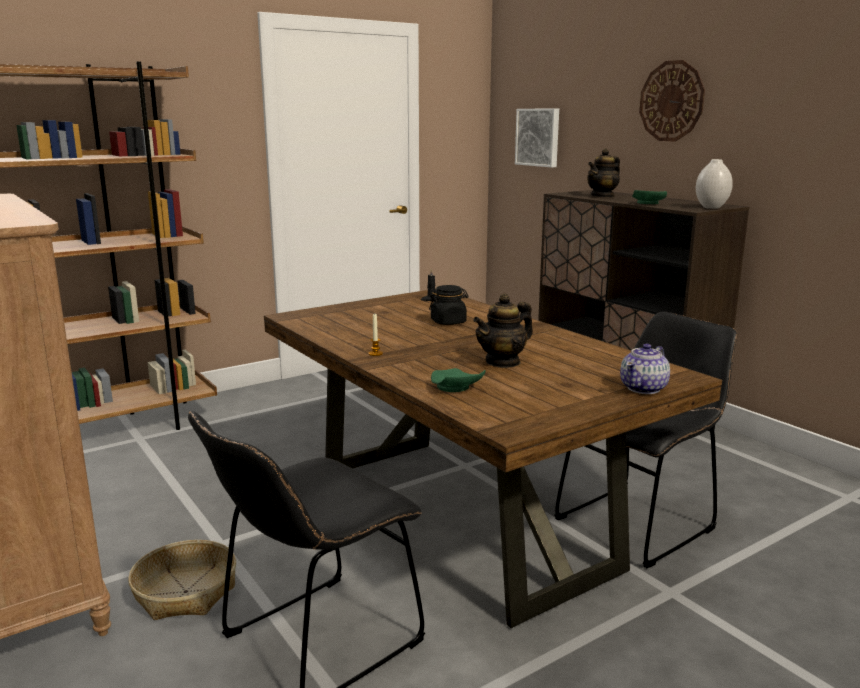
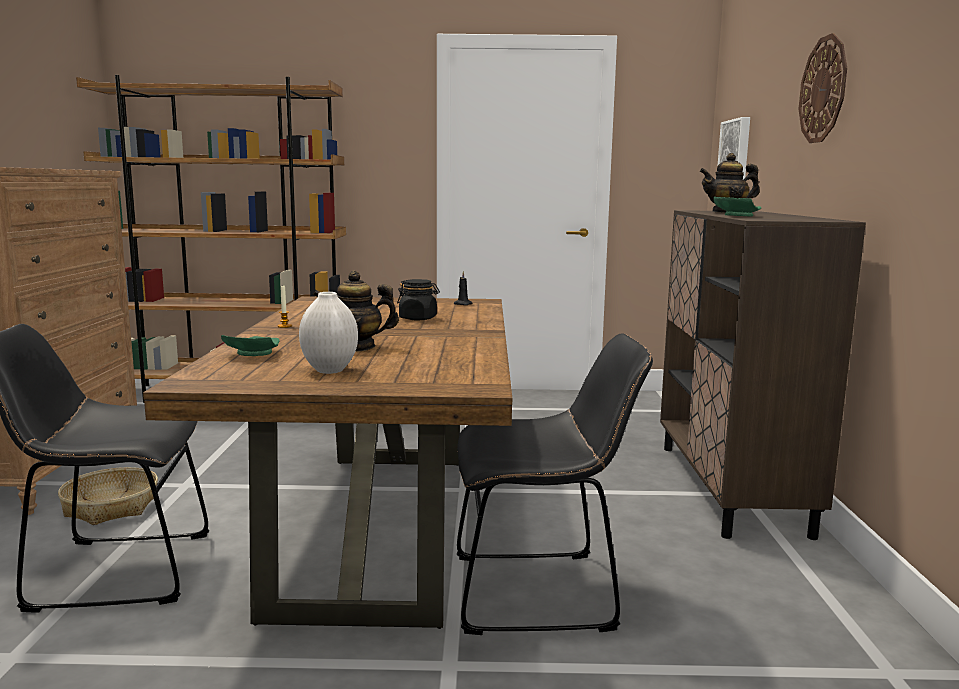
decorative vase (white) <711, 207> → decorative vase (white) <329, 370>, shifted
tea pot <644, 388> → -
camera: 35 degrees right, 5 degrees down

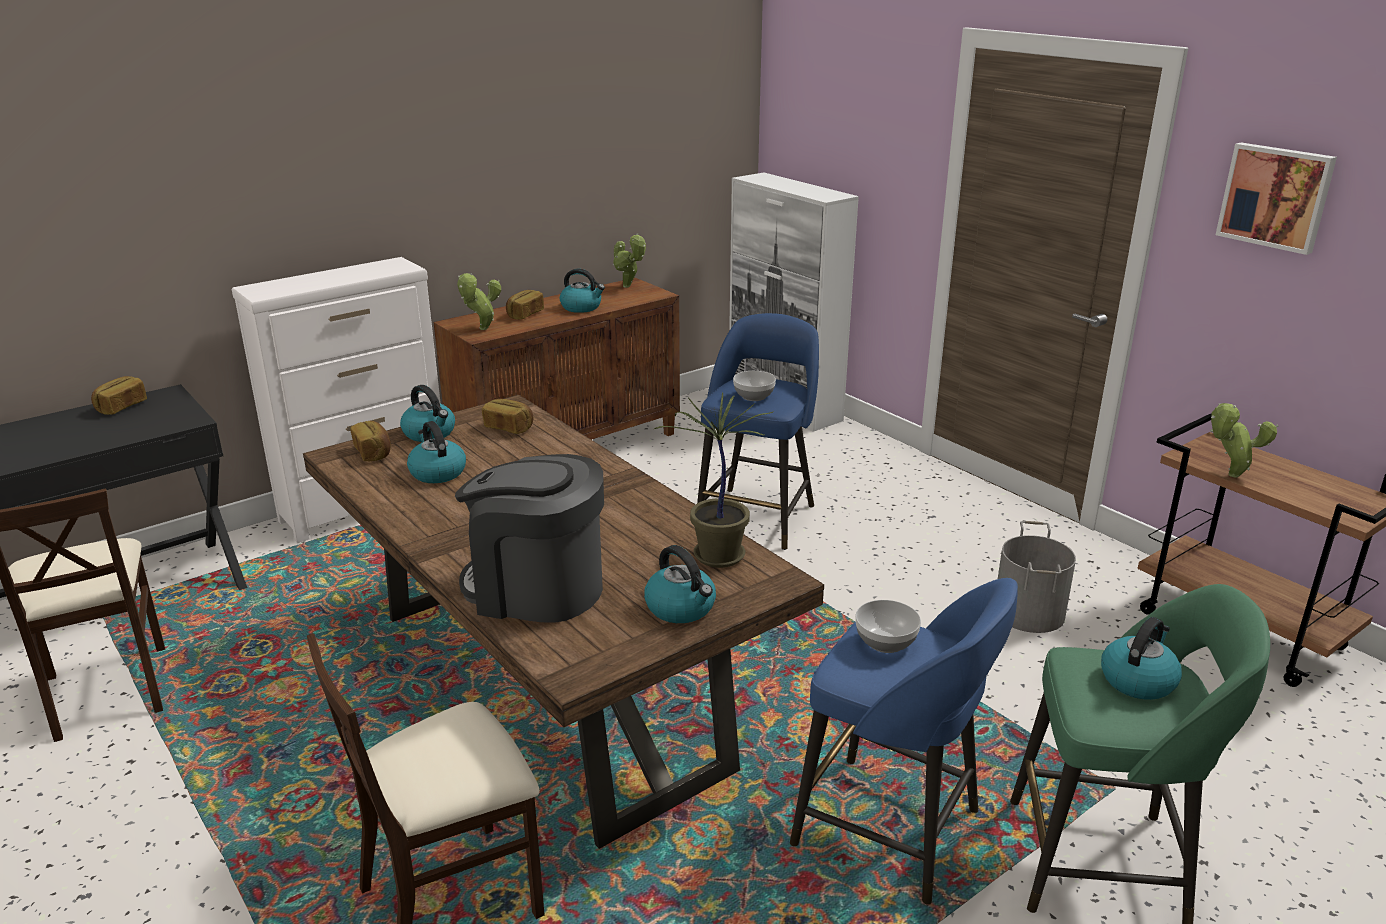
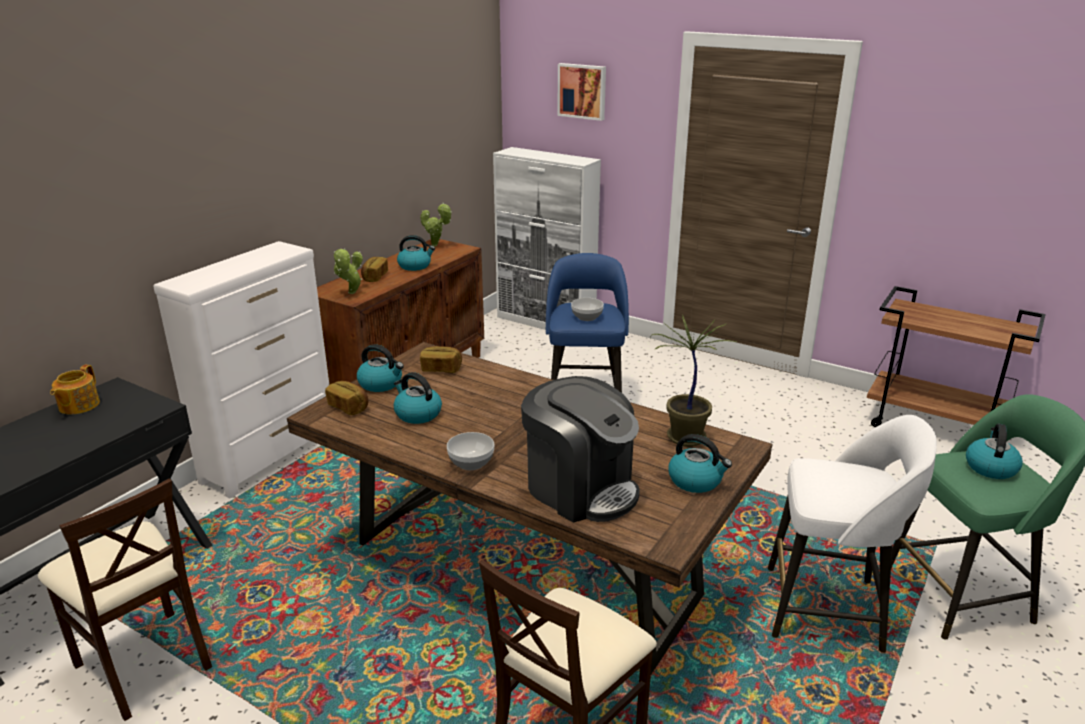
bakery bread <121, 407> → tea pot <78, 406>
bowl <886, 642> → bowl <472, 463>, shifted
coffee machine <536, 589> → coffee machine <580, 489>, 135 degrees counterclockwise
wall art <1276, 197> → wall art <582, 91>, shifted
stool (bluish) <892, 830> → stool (white) <828, 609>
pail (gray) <1030, 612> → -
houseplant <1229, 475> → -
camera: 20 degrees left, 0 degrees up

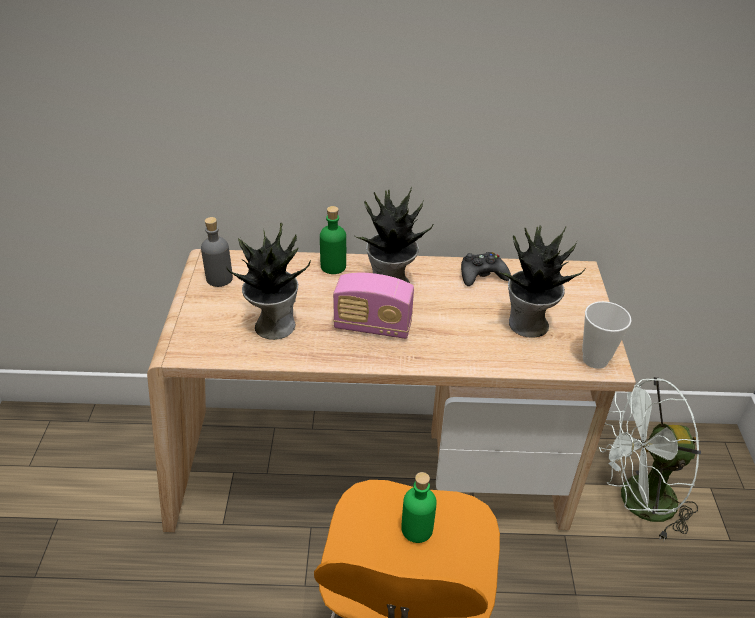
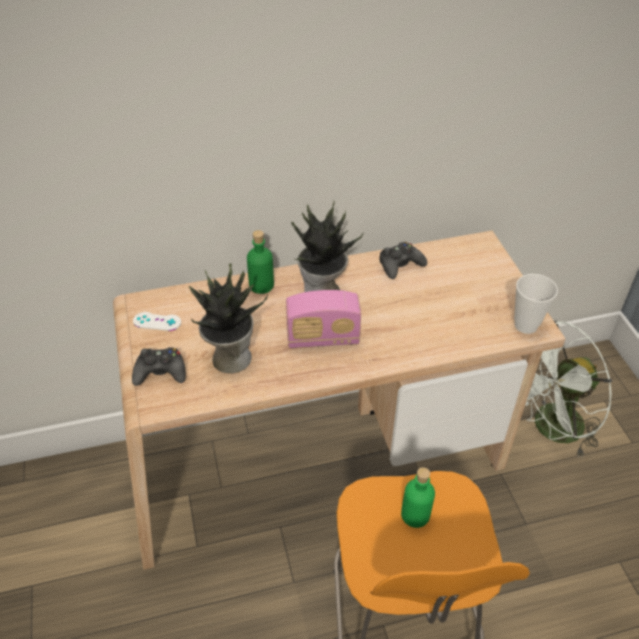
- → gamepad (blackish) <160, 372>
bottle (gray) <219, 278> → gamepad (white) <157, 321>
houseplant <528, 325> → -
camera: 15 degrees left, 5 degrees up

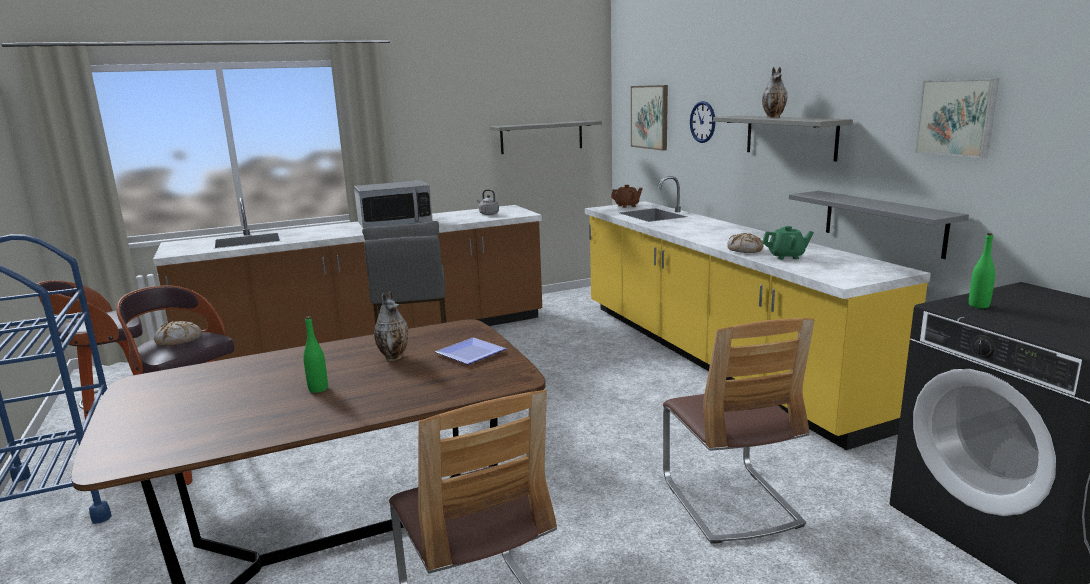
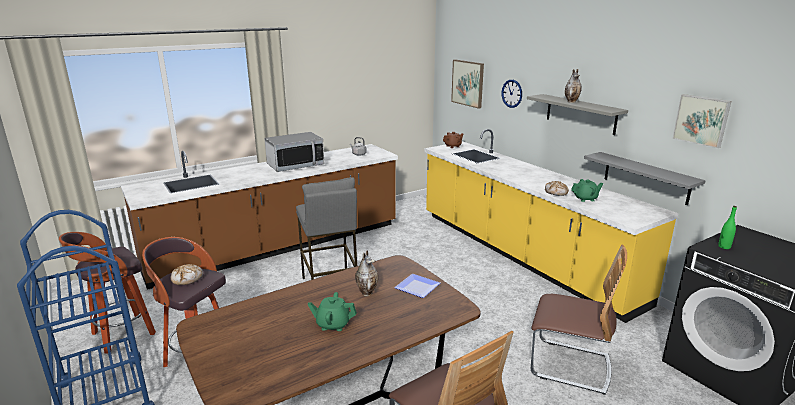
bottle (green) <318, 389> → tea pot (green) <333, 324>
chair <730, 502> → chair <569, 365>, 45 degrees counterclockwise
bracket shelf (gray) <541, 137> → -
camera: 10 degrees left, 5 degrees up

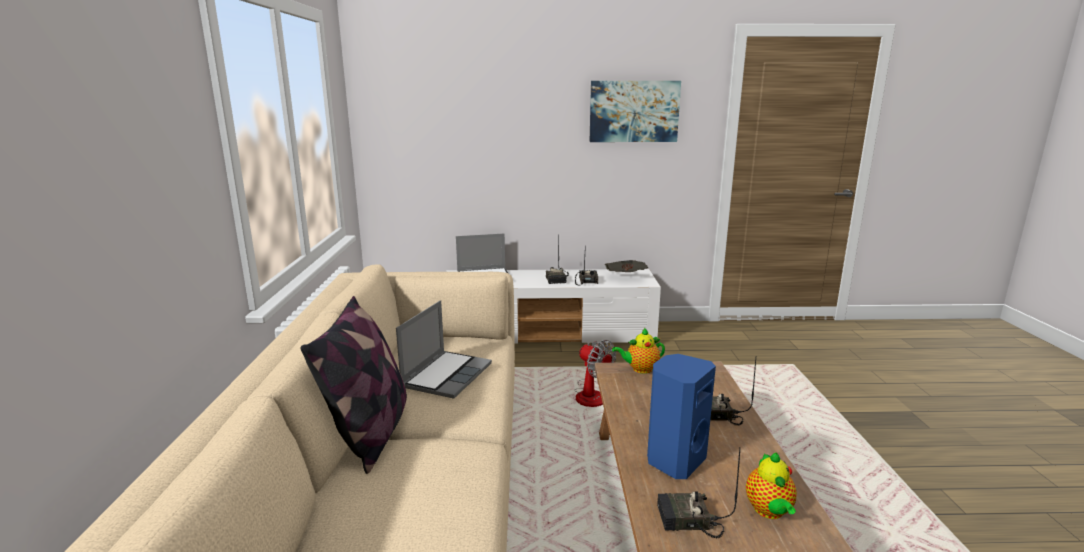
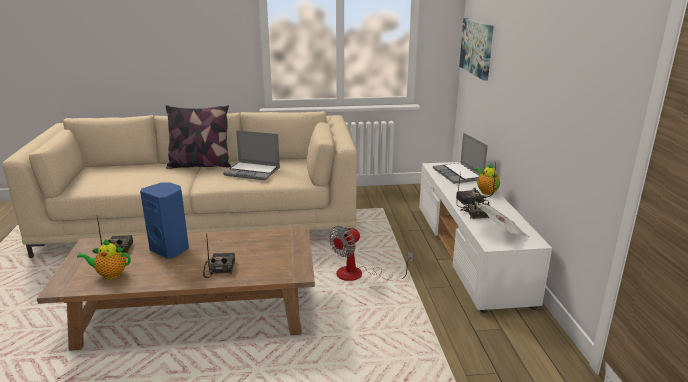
wall art <634, 111> → wall art <477, 47>, shifted
tea pot <640, 369> → tea pot <486, 191>, shifted
camera: 85 degrees right, 5 degrees up

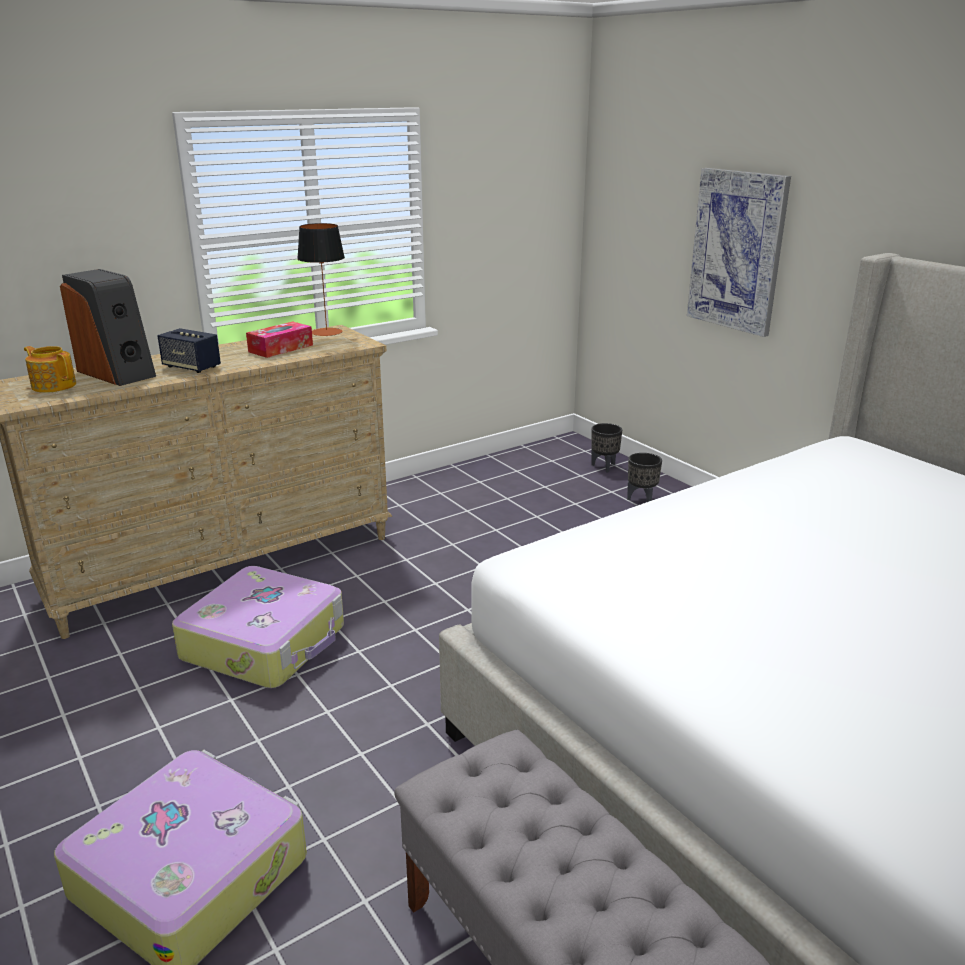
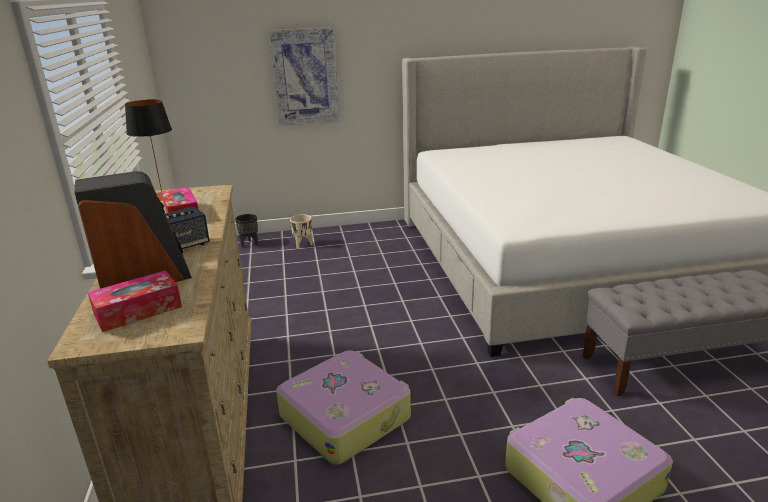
tea pot <54, 385> → box of tissues <138, 311>
flower pot (blackish) <642, 499> → flower pot (beige) <303, 244>
camera: 65 degrees left, 0 degrees up

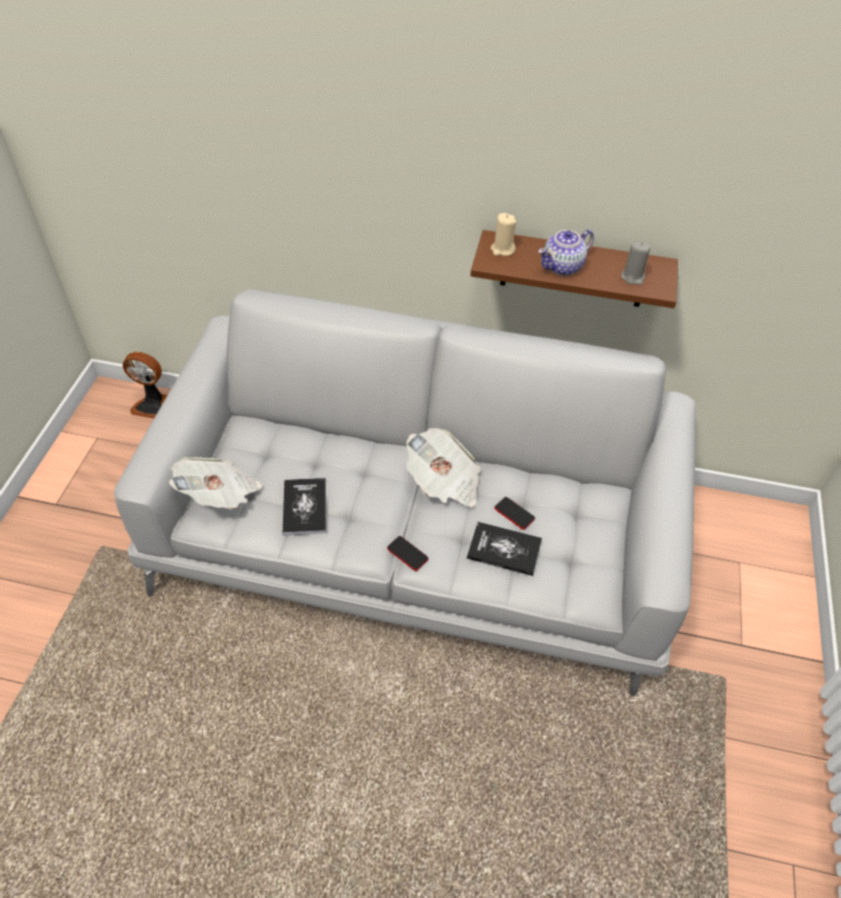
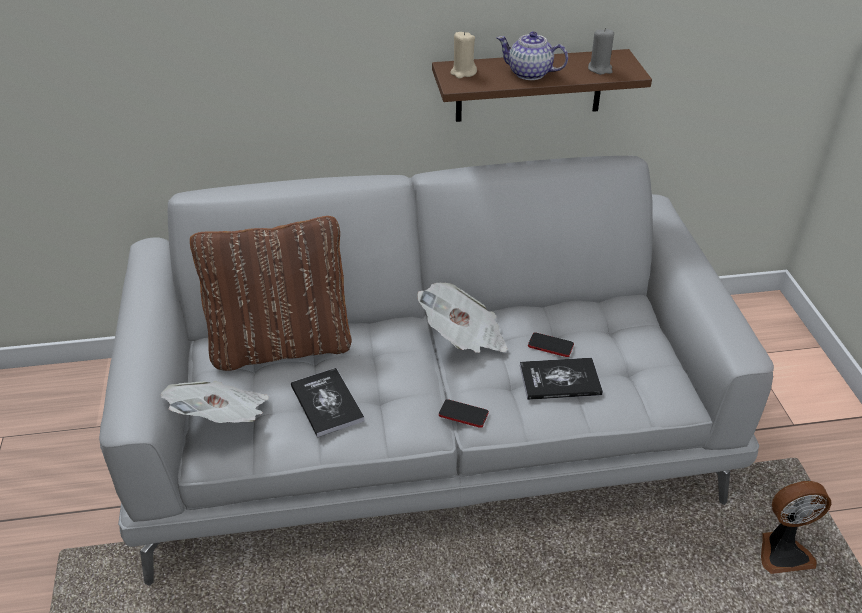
- → pillow (brown-coloured) <281, 344>
tea pot <563, 266> → tea pot <530, 74>, 75 degrees clockwise
electric fan <153, 405> → electric fan <782, 552>, shifted
camera: 20 degrees left, 10 degrees down

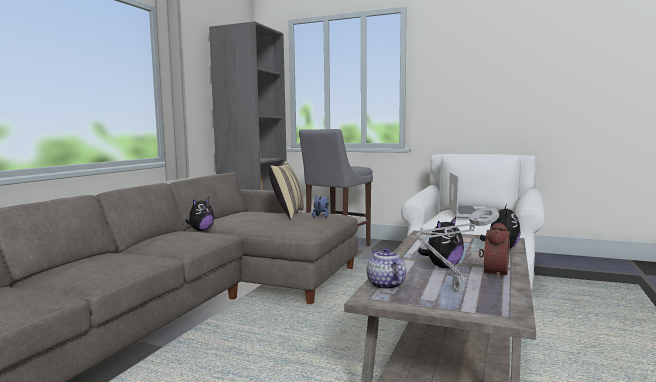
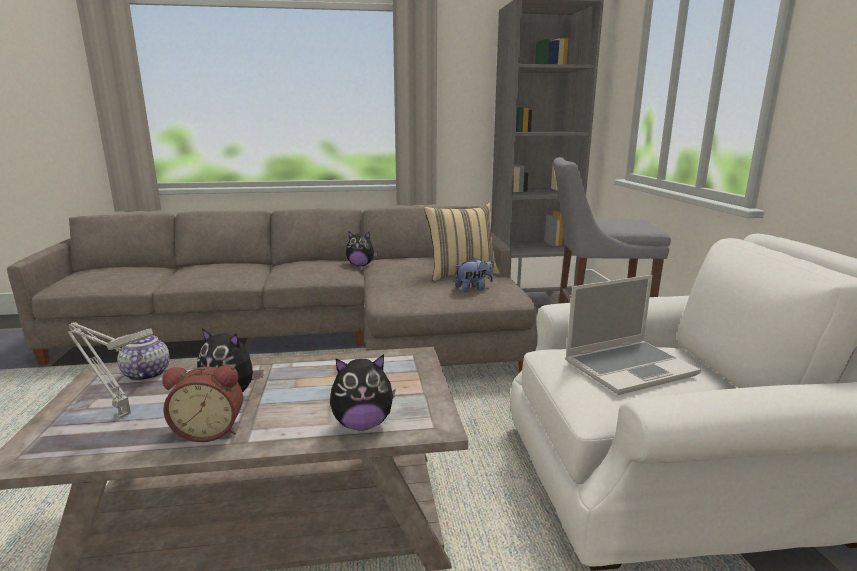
tea pot <385, 285> → tea pot <146, 373>, 60 degrees counterclockwise
camera: 60 degrees right, 10 degrees up

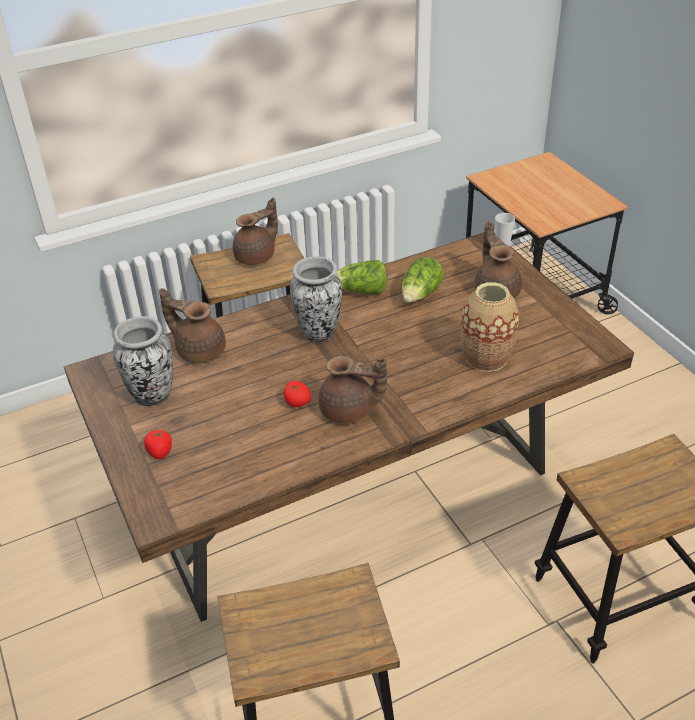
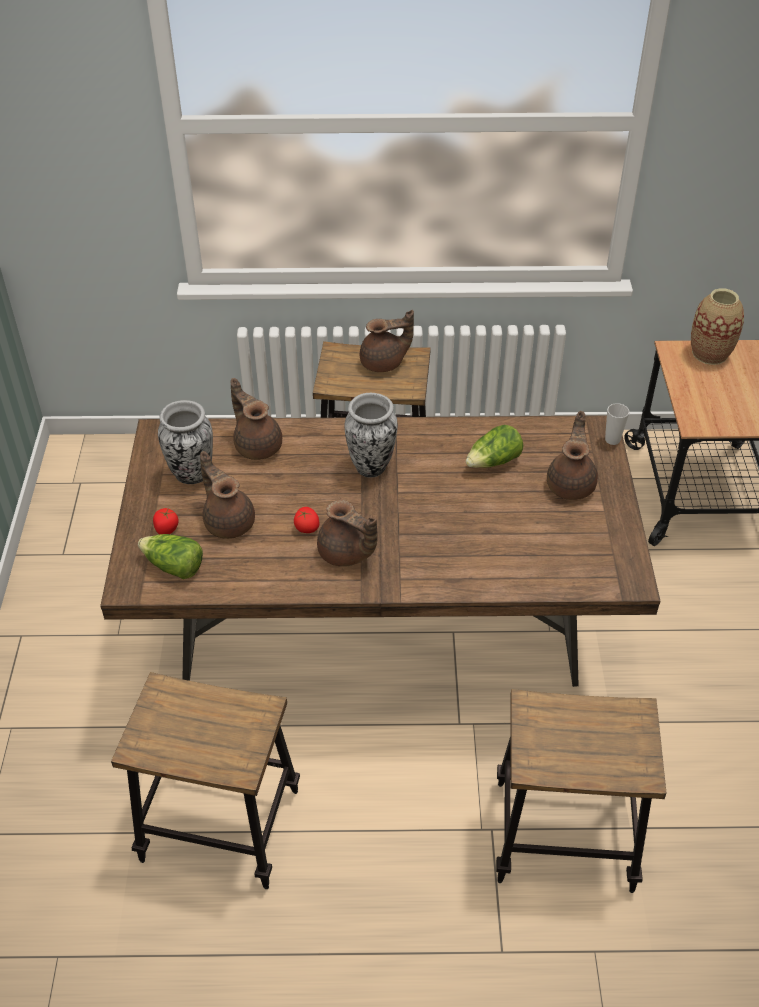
head of lettuce <361, 291> → head of lettuce <173, 566>, shifted
- → tea pot (brown-coloured) <228, 521>
decorative vase <486, 358> → decorative vase <710, 353>, shifted
camera: 25 degrees right, 5 degrees up

